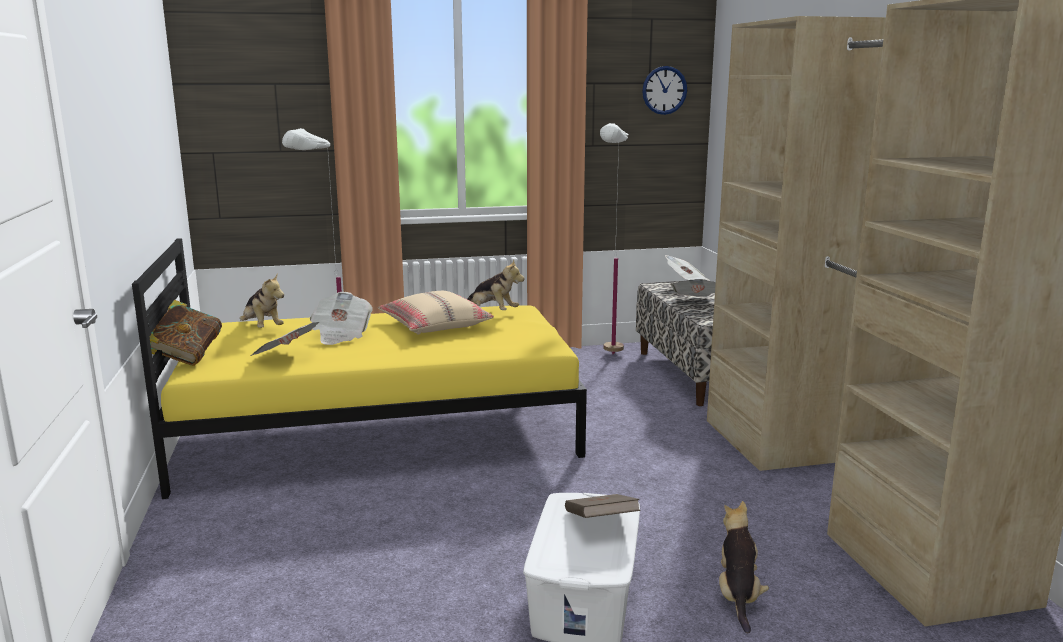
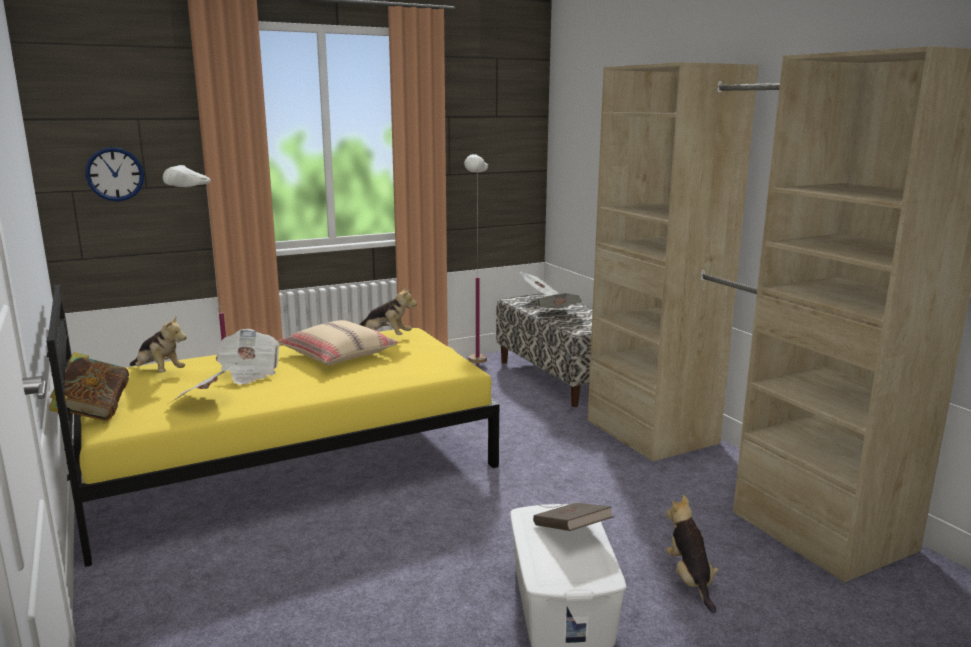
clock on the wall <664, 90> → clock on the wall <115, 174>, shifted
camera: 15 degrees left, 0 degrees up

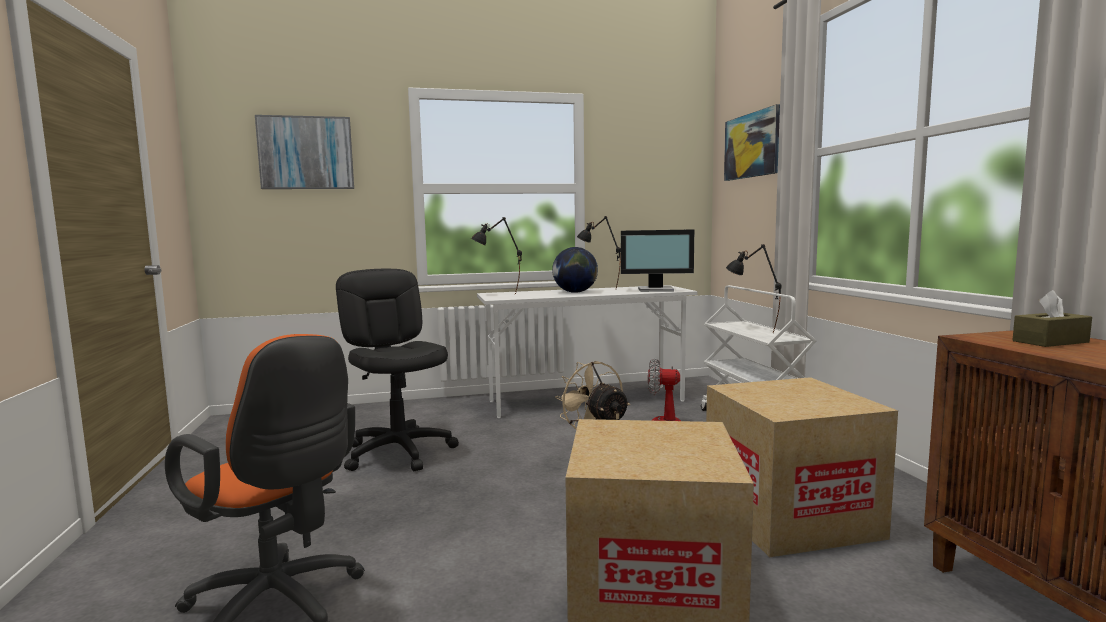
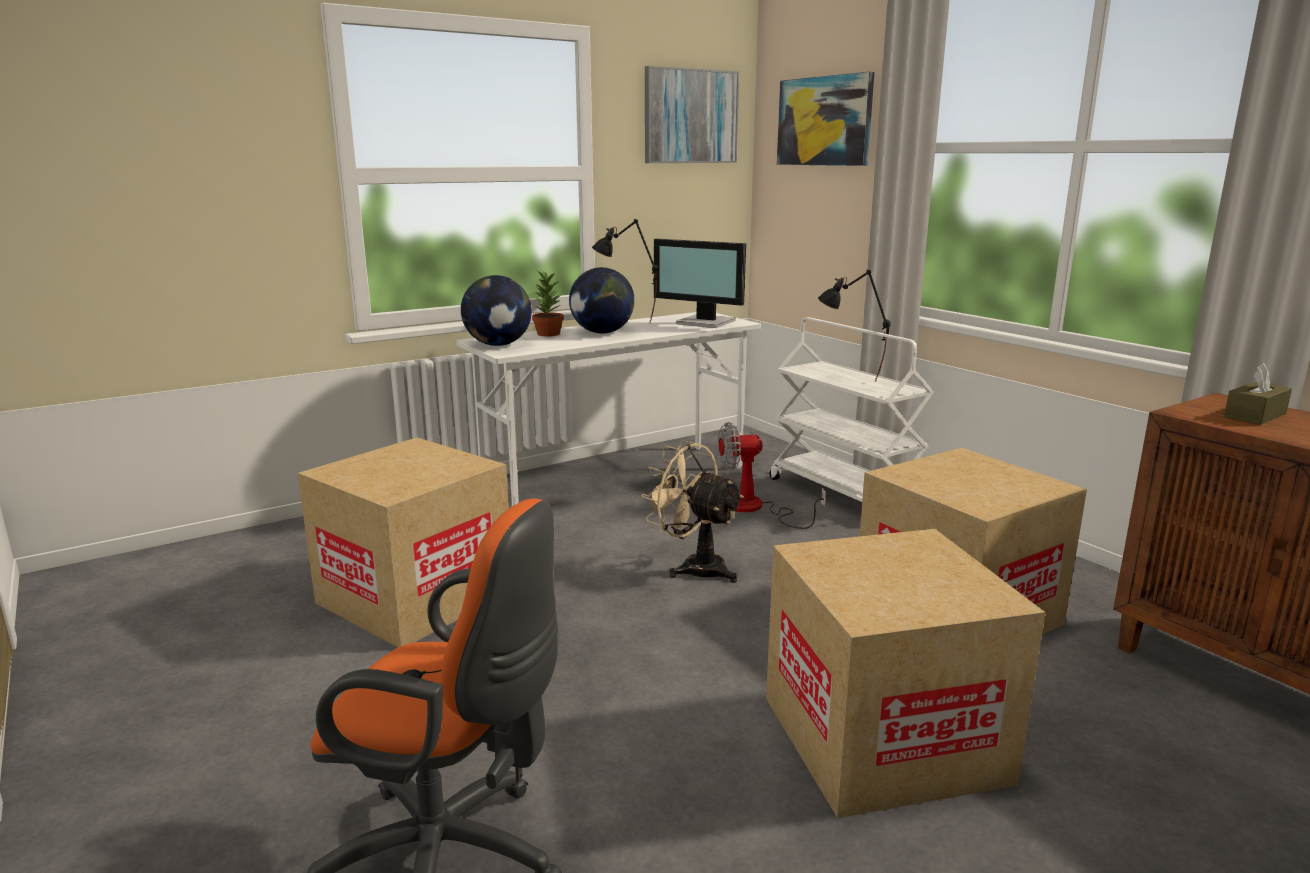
office chair (blackish) <399, 452> → packing box <415, 597>
tabletop lamp (blackish) <498, 295> → world globe <498, 345>
- → houseplant <548, 334>
wall art <306, 153> → wall art <690, 116>, shifted
monitor <656, 290> → monitor <705, 322>, 45 degrees clockwise
camera: 20 degrees left, 10 degrees up

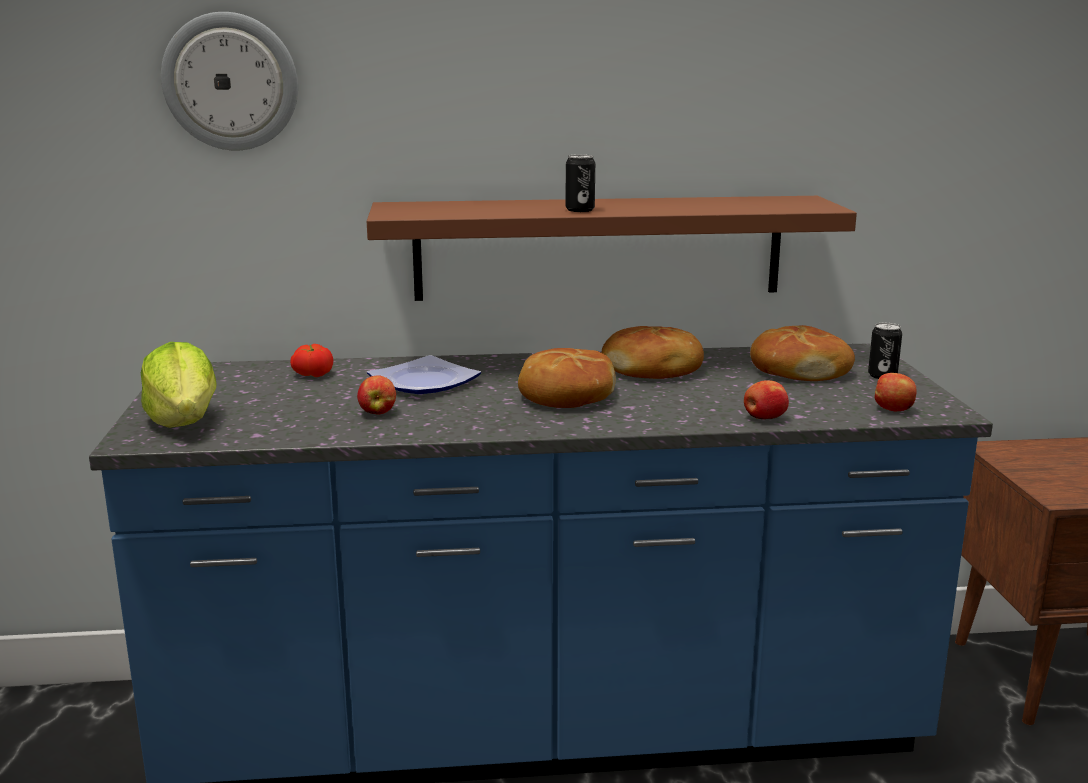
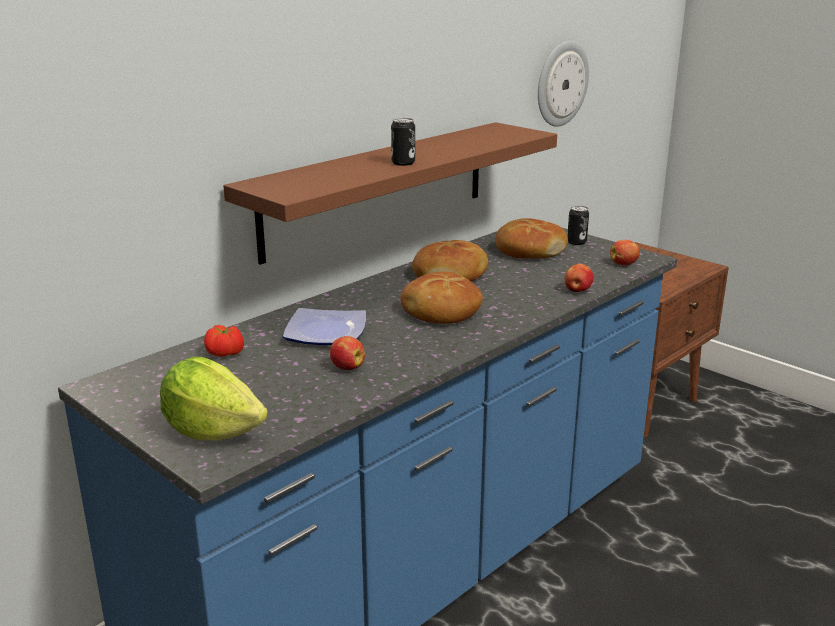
clock on the wall <231, 82> → clock on the wall <561, 83>, shifted
camera: 40 degrees left, 5 degrees up

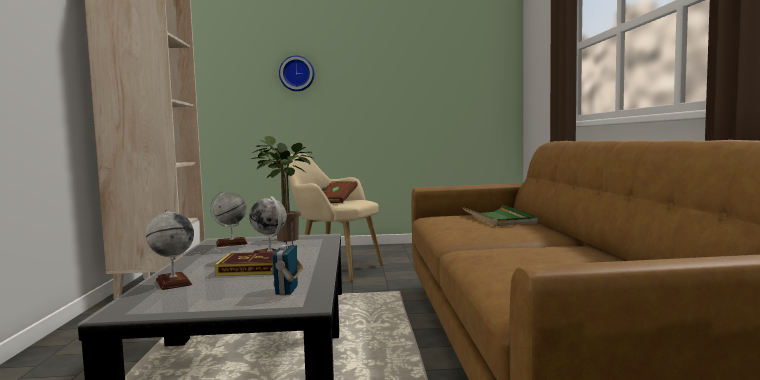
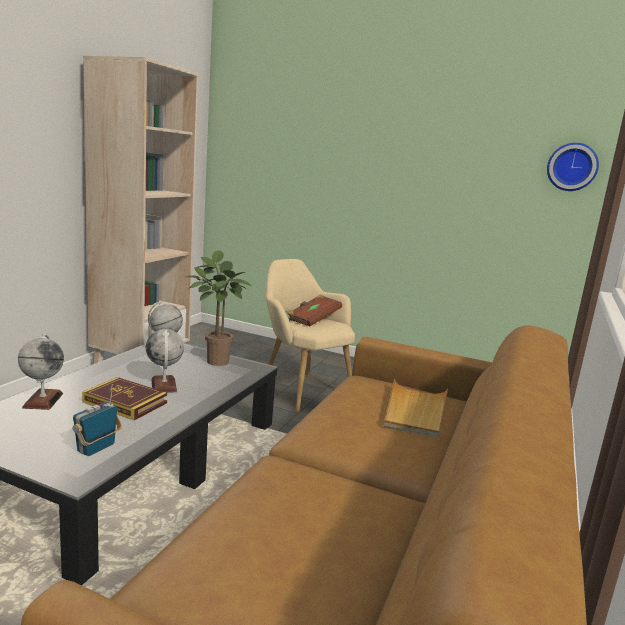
tray (green) <498, 219> → tray (beige) <415, 411>
clock on the wall <297, 73> → clock on the wall <572, 167>, shifted
camera: 25 degrees right, 10 degrees up

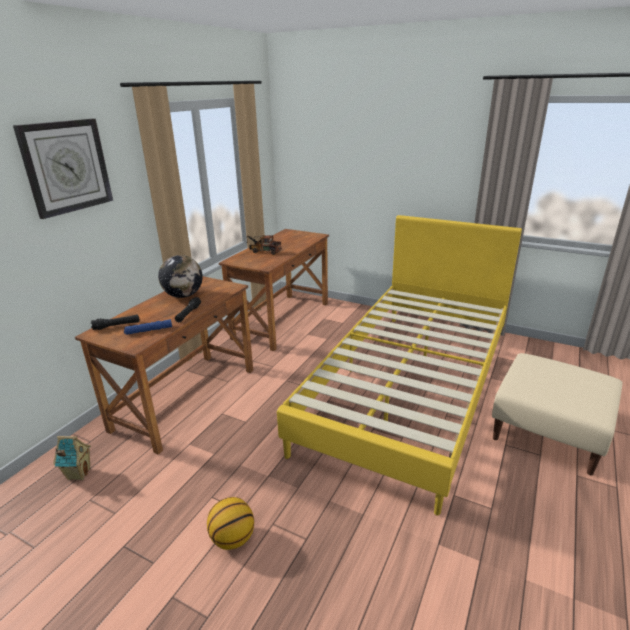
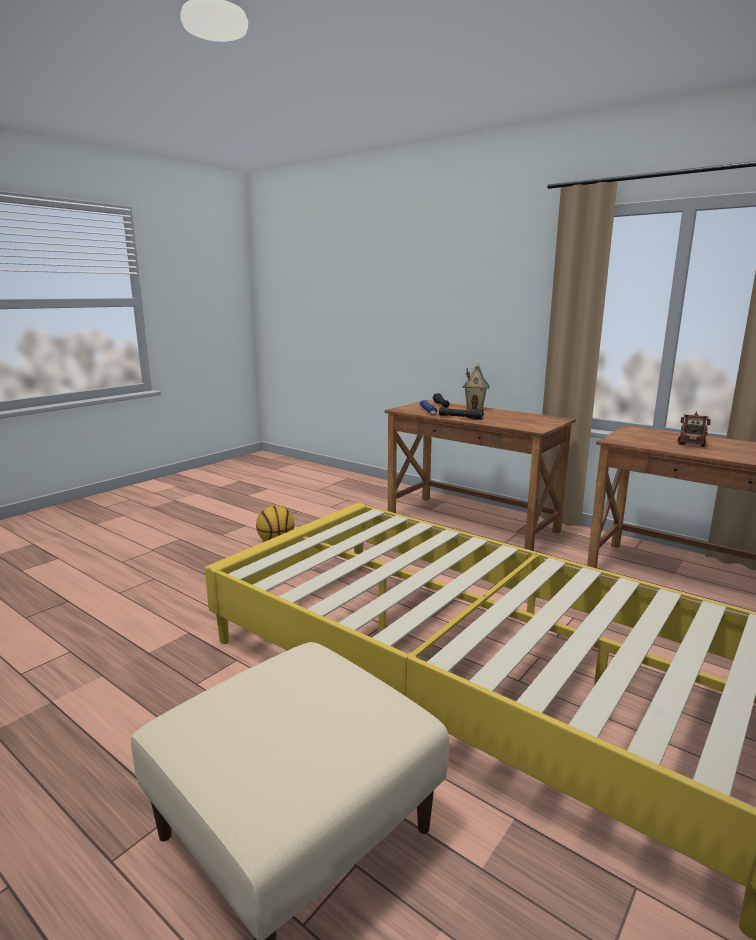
miniature house <78, 473> → miniature house <475, 408>, shifted
clock on the wall <66, 167> → -
world globe <183, 296> → -
camera: 100 degrees right, 10 degrees down

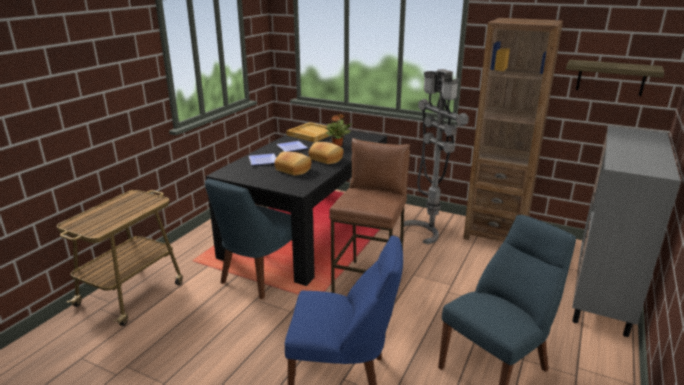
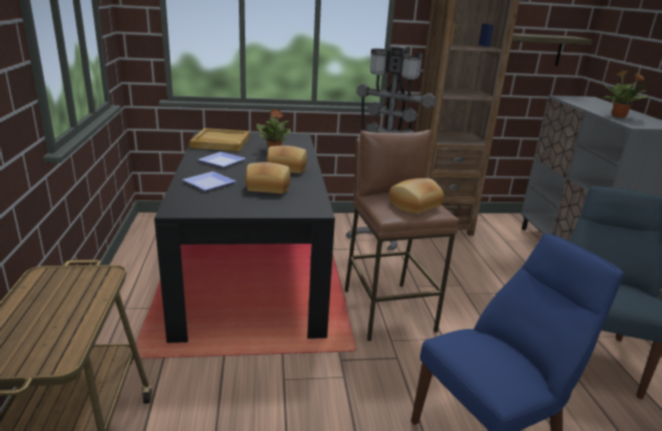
- → bakery bread <415, 205>
- → houseplant <619, 116>
chair (bluish) <259, 276> → -
camera: 35 degrees left, 0 degrees up

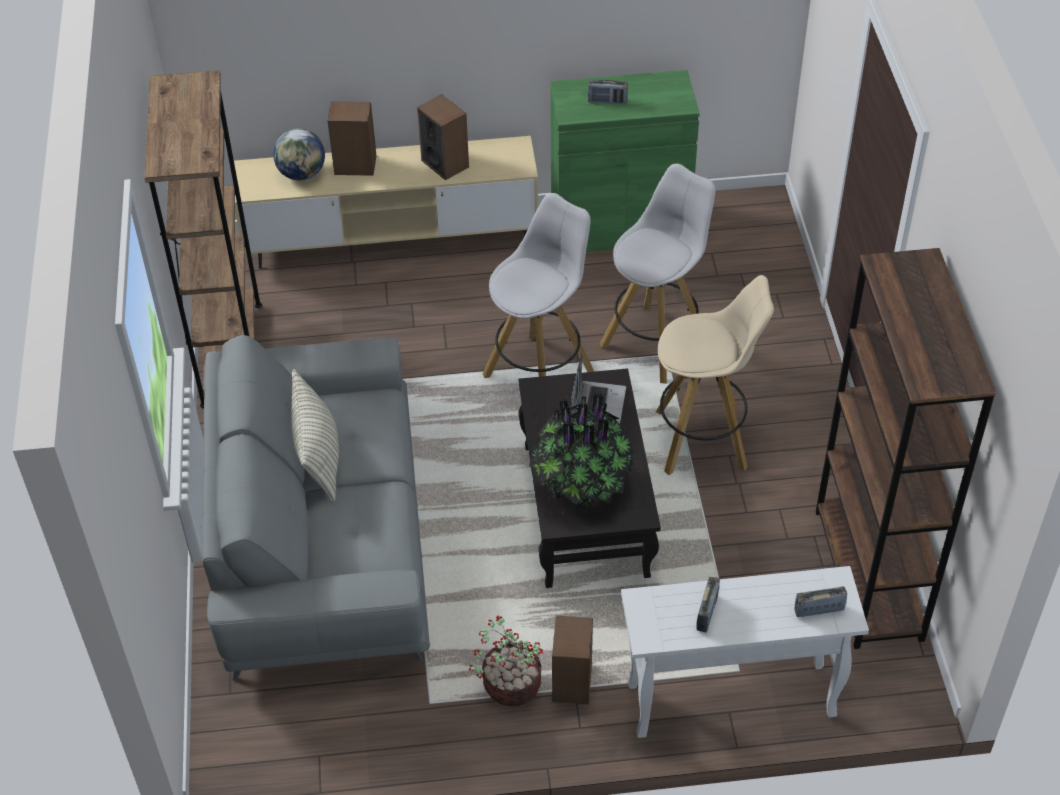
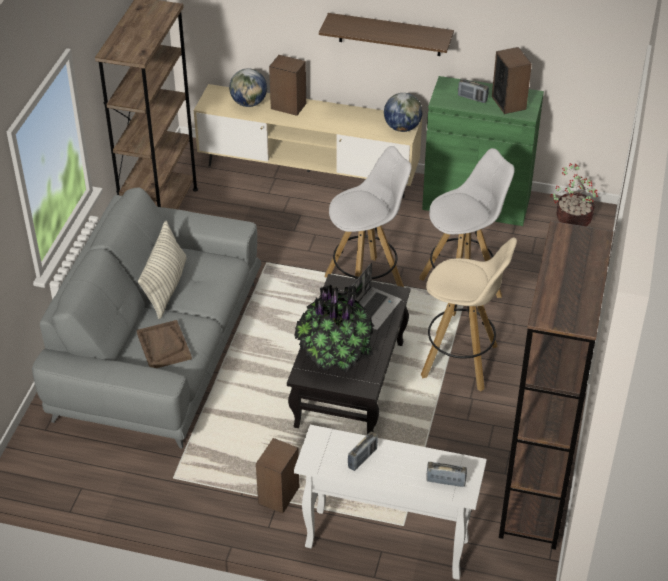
- → tray (brown-coloured) <163, 346>
- → bracket shelf <390, 34>
- → world globe <402, 128>
speaker <445, 163> → speaker <509, 103>, shifted
houseplant <509, 684> → houseplant <572, 218>, shifted
camera: 20 degrees right, 5 degrees down

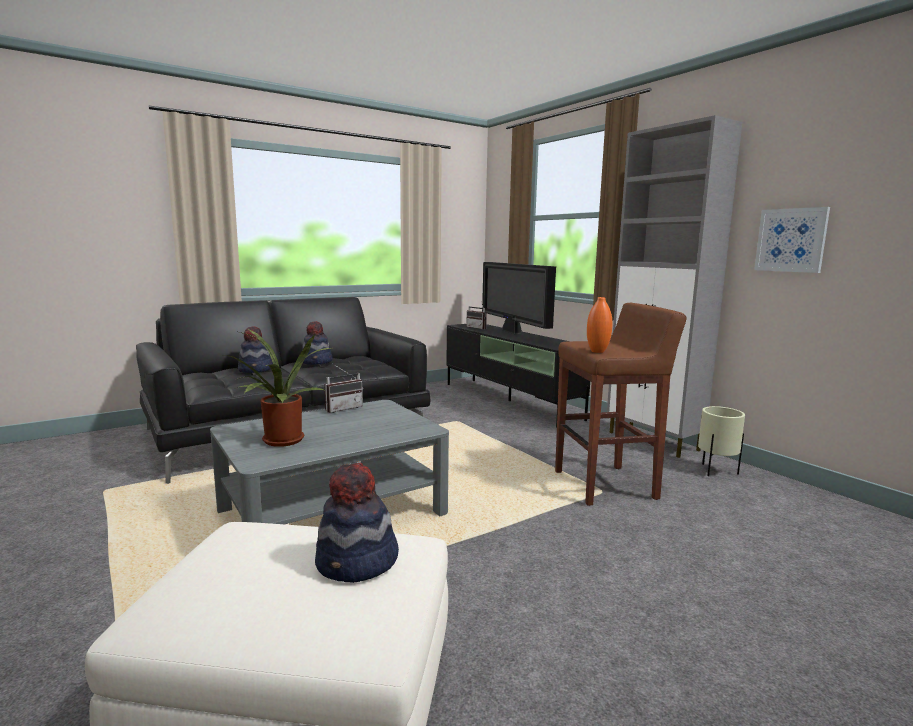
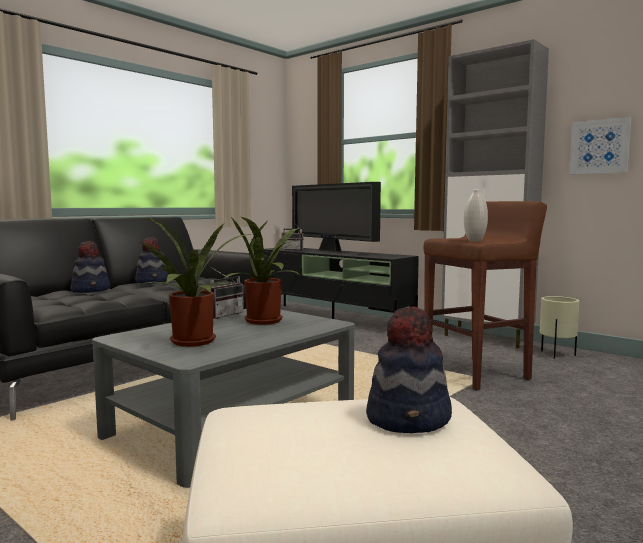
- → houseplant <266, 322>
decorative vase (orangey) <597, 351> → decorative vase (white) <474, 241>
camera: 15 degrees left, 5 degrees down

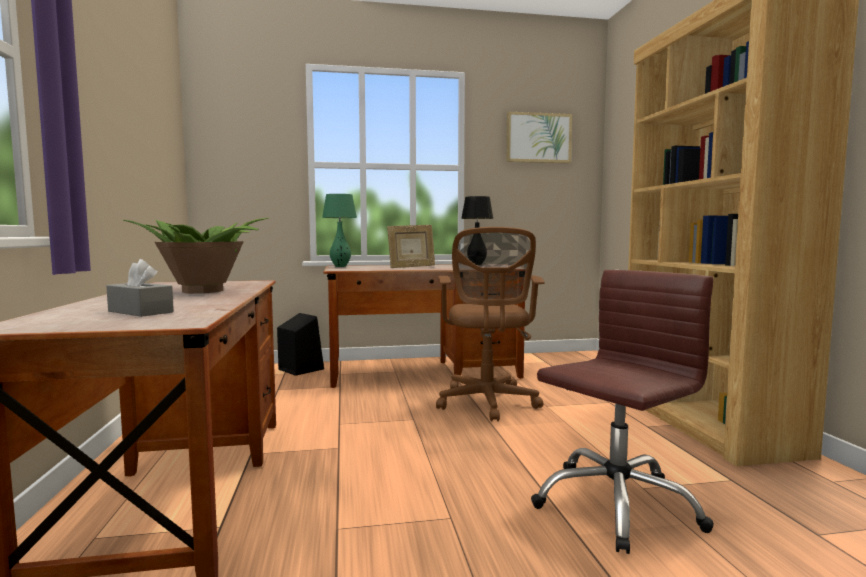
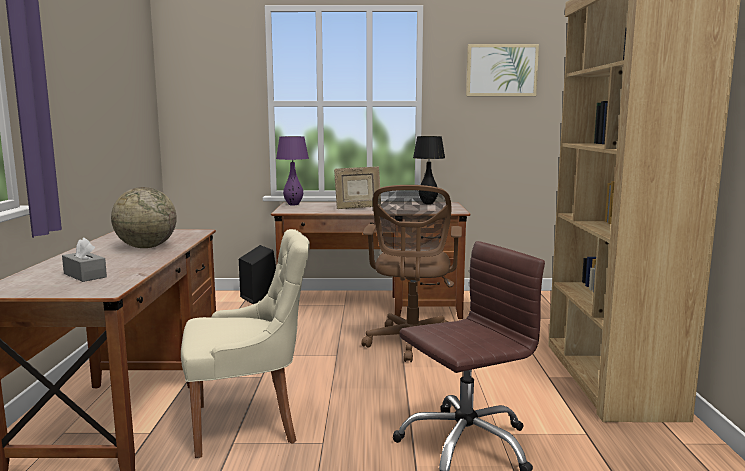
houseplant <204, 291> → world globe <146, 247>
- → chair (beige) <249, 423>
tabletop lamp (green) <340, 266> → tabletop lamp (purple) <293, 204>
camera: 10 degrees right, 5 degrees up

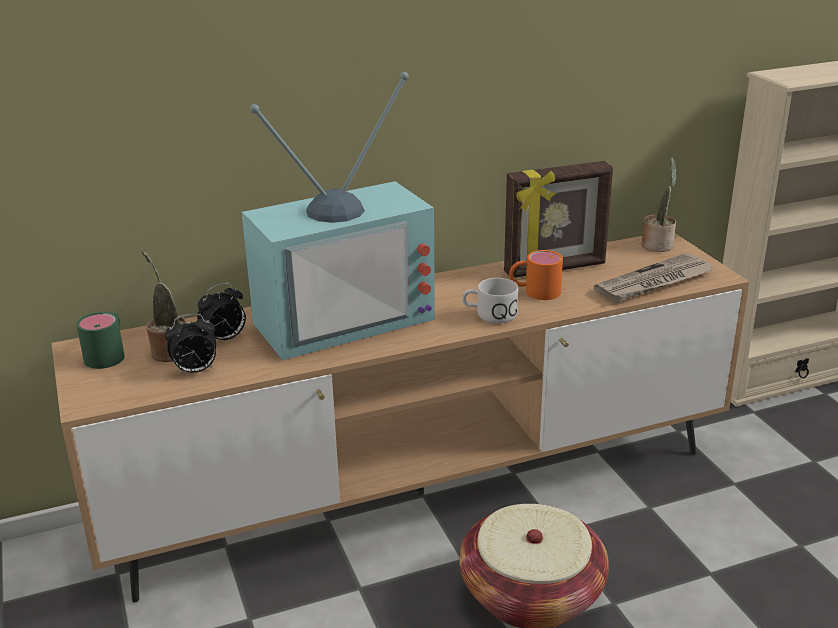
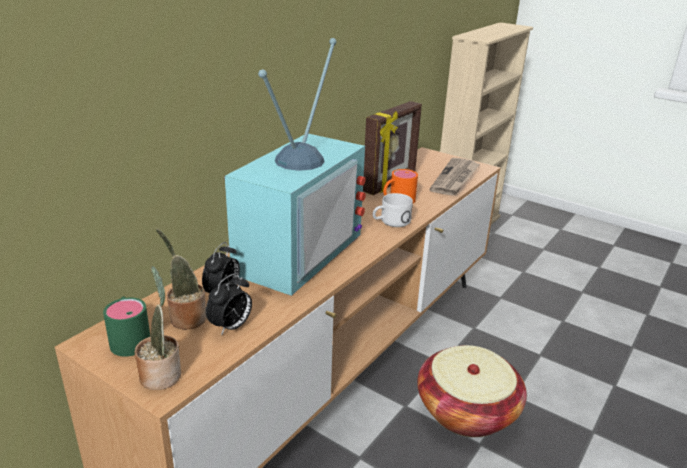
houseplant <658, 245> → houseplant <161, 374>, shifted
camera: 35 degrees left, 0 degrees up

